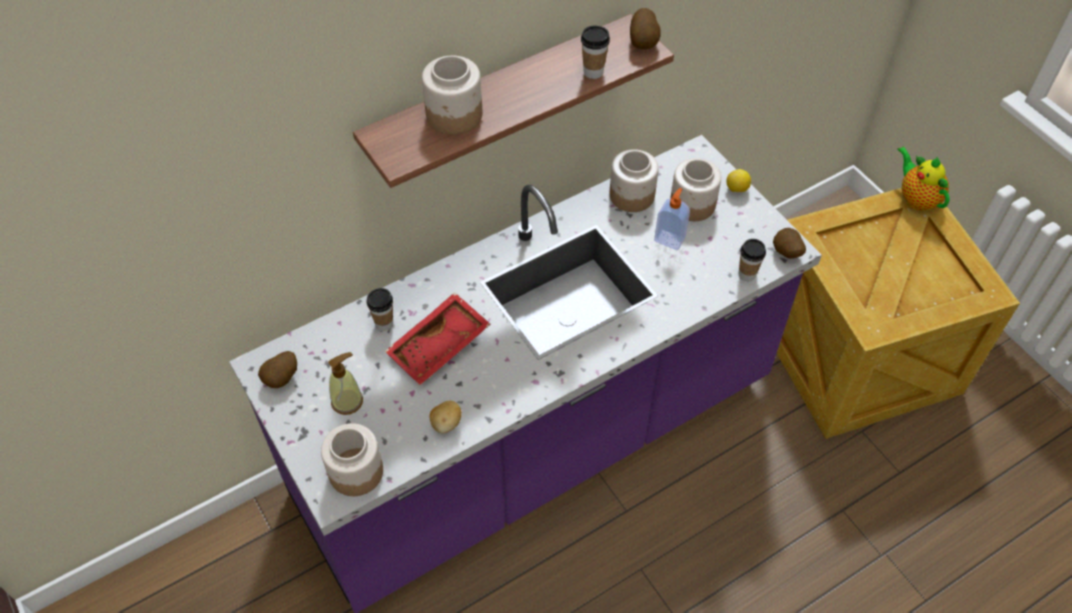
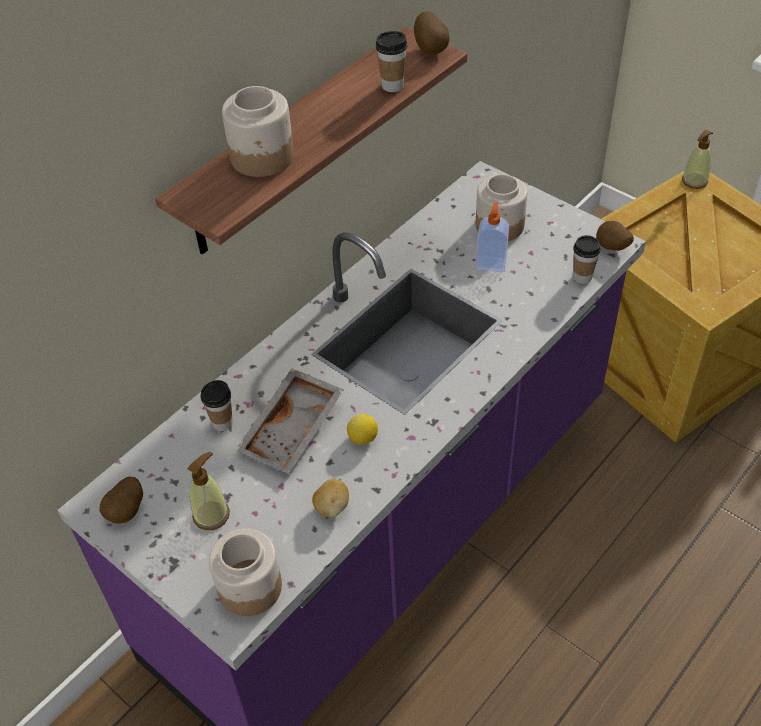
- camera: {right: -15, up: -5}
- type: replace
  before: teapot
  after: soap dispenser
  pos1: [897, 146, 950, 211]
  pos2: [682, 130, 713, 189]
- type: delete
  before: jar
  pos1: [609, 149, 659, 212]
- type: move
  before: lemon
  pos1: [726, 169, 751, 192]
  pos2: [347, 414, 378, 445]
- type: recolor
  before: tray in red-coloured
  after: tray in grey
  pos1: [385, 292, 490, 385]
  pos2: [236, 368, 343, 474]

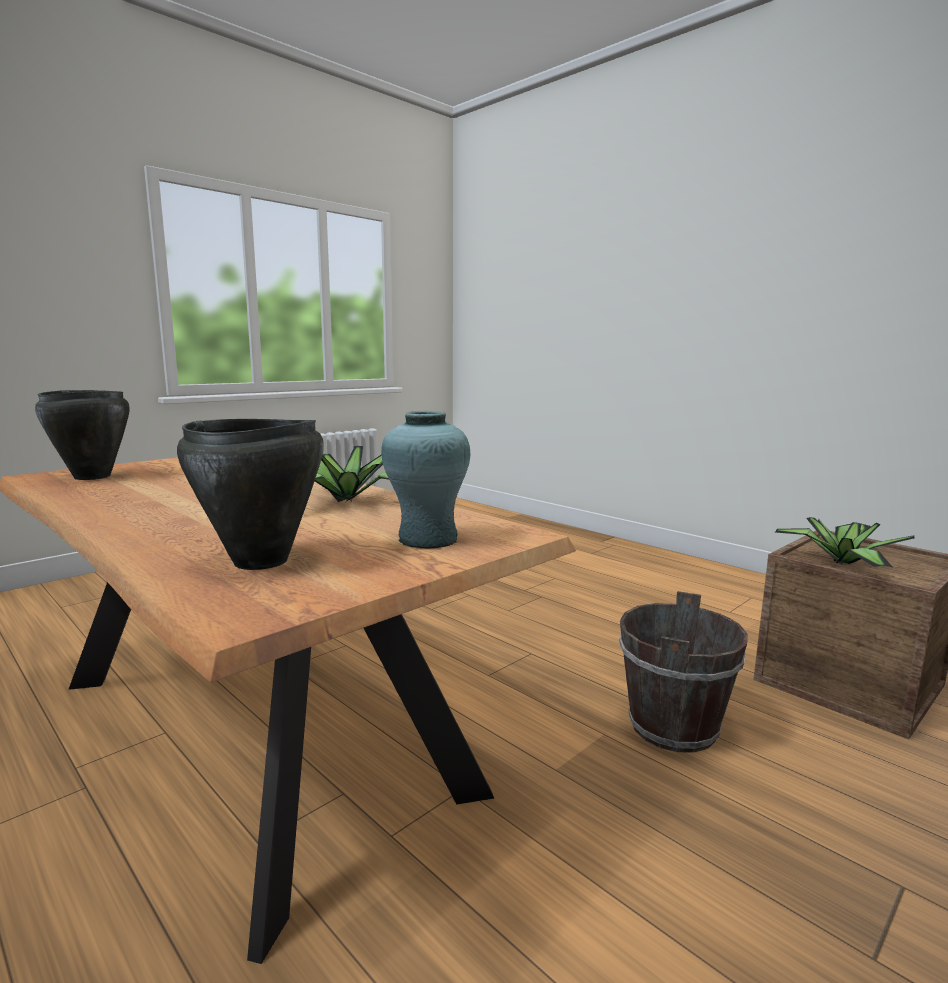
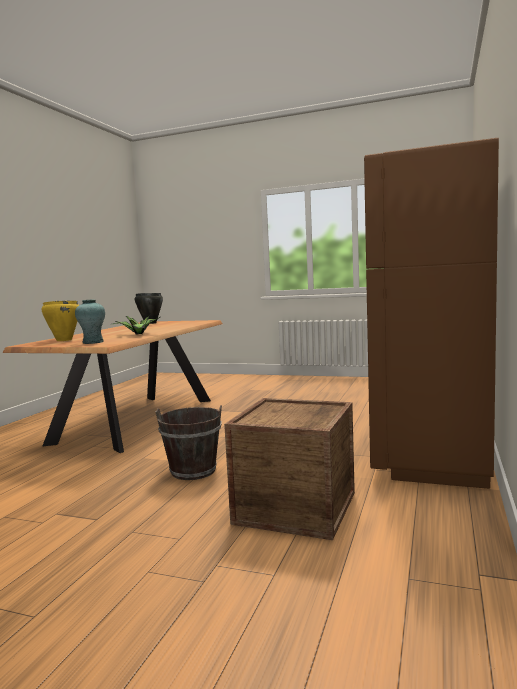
- camera: {right: 65, up: -5}
- type: recolor
  before: stockpot in black-coloured
  after: stockpot in yellowish
  pos1: [177, 419, 324, 570]
  pos2: [42, 301, 79, 341]
- type: delete
  before: houseplant
  pos1: [775, 517, 915, 567]
- type: insert
  after: kitchen fridge in brownish
  pos2: [364, 138, 499, 489]

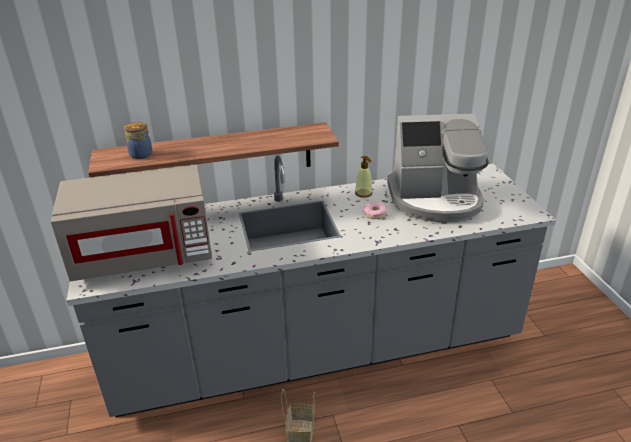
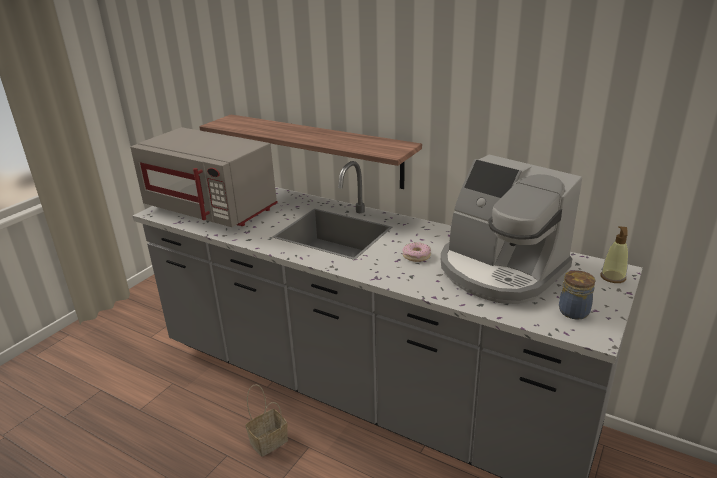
- camera: {right: 45, up: -5}
- type: move
  before: jar
  pos1: [124, 122, 152, 159]
  pos2: [559, 270, 595, 320]
- type: move
  before: soap dispenser
  pos1: [355, 156, 373, 198]
  pos2: [601, 226, 628, 283]

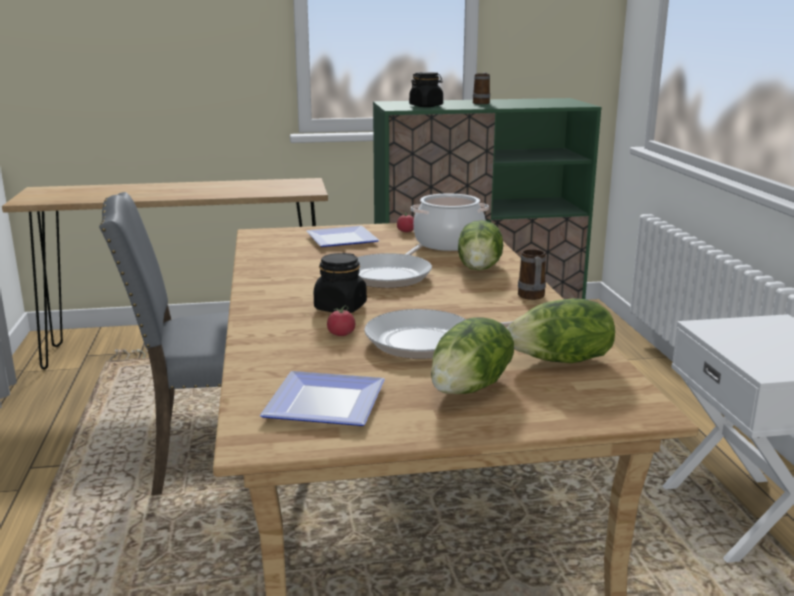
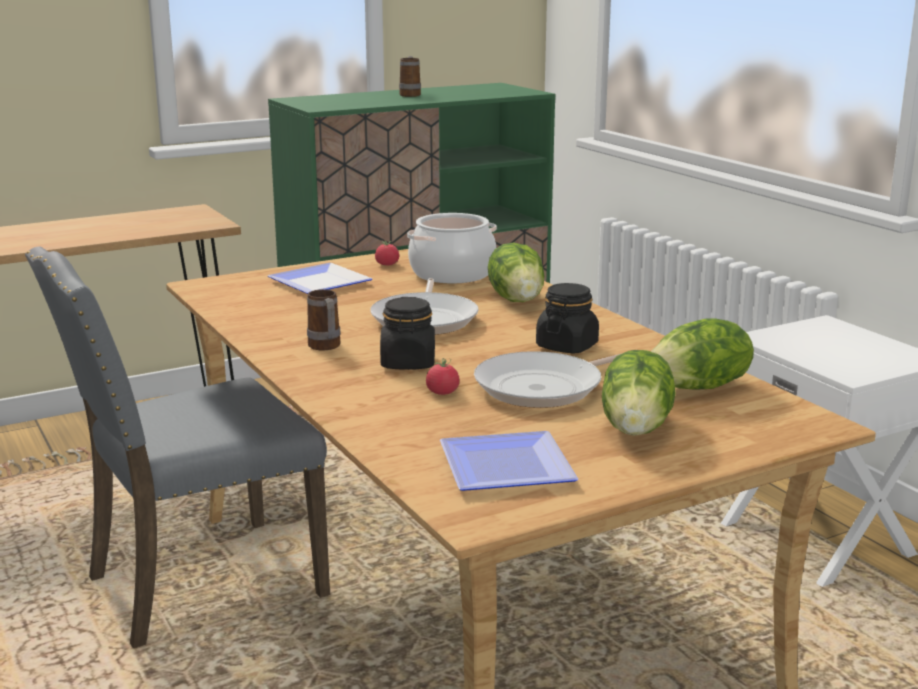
- camera: {right: -20, up: 0}
- type: move
  before: jar in black-coloured
  pos1: [409, 72, 443, 107]
  pos2: [536, 283, 599, 353]
- type: move
  before: tea mug
  pos1: [518, 249, 546, 300]
  pos2: [307, 289, 341, 350]

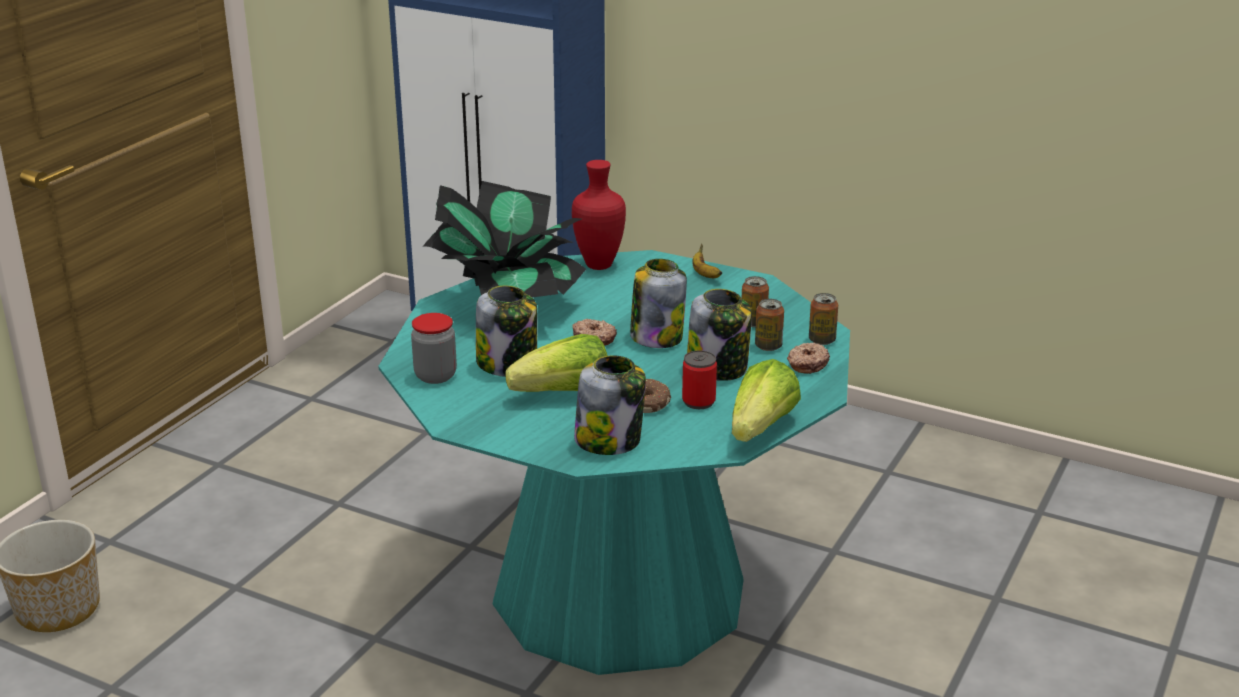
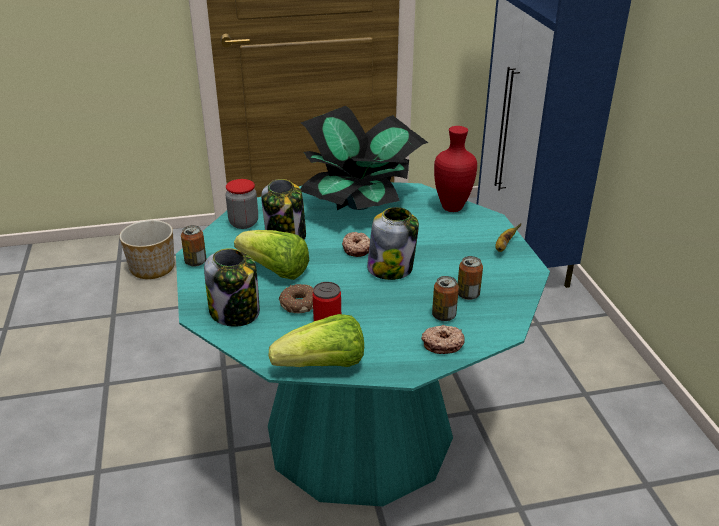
- camera: {right: 50, up: 5}
- type: delete
  before: jar
  pos1: [687, 289, 752, 381]
- type: move
  before: metal can
  pos1: [809, 293, 838, 345]
  pos2: [181, 225, 206, 267]

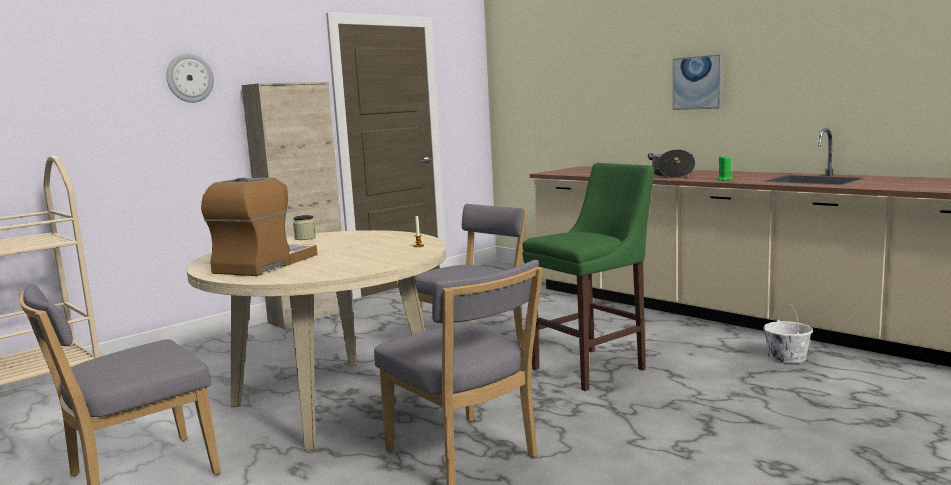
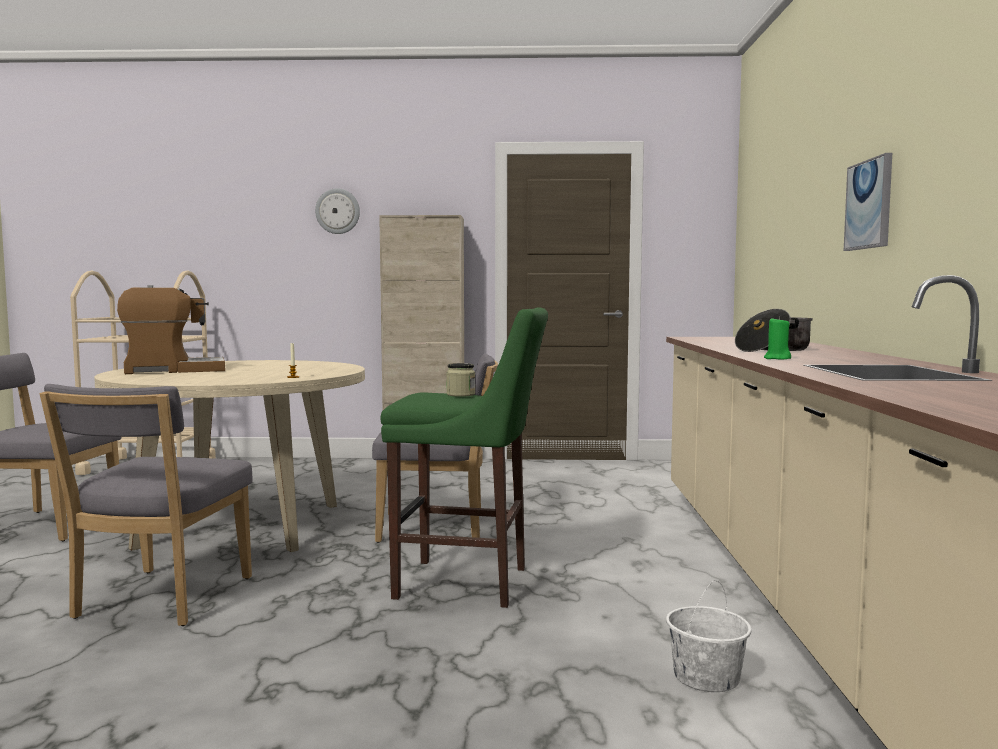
- camera: {right: 45, up: -5}
- type: move
  before: jar
  pos1: [293, 215, 316, 240]
  pos2: [446, 363, 475, 397]

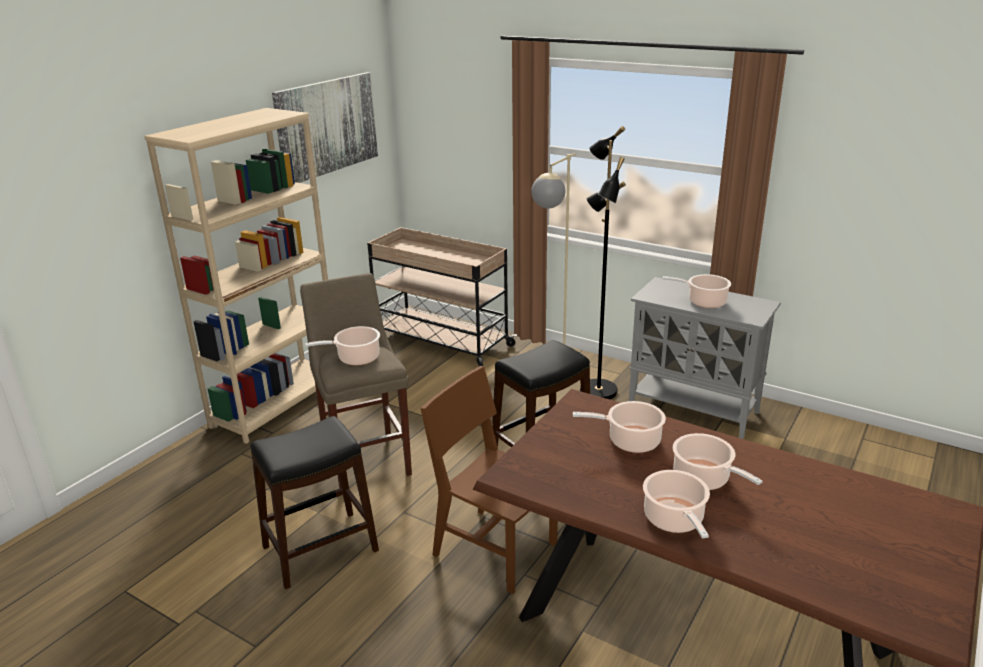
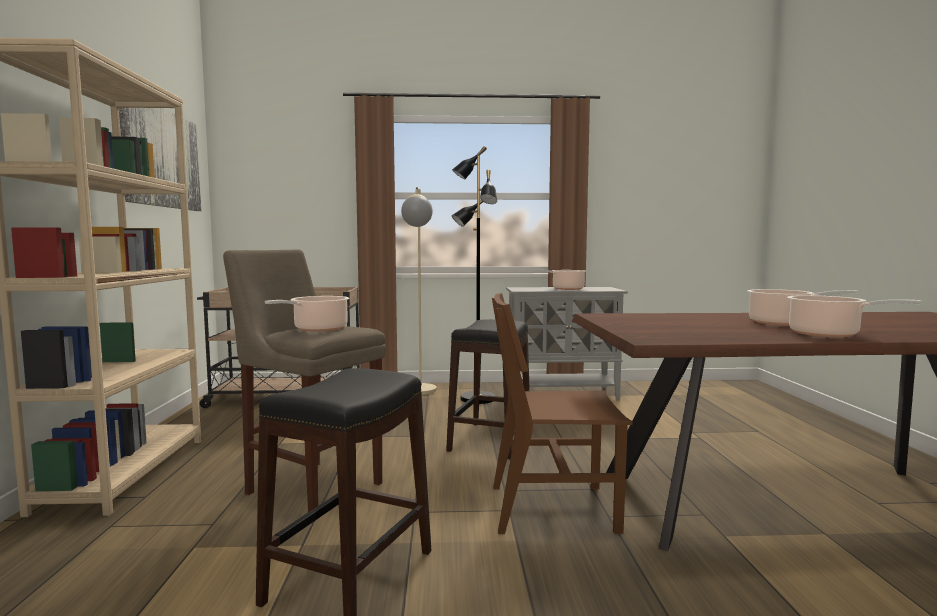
- camera: {right: -35, up: -20}
- type: delete
  before: stockpot
  pos1: [573, 401, 666, 453]

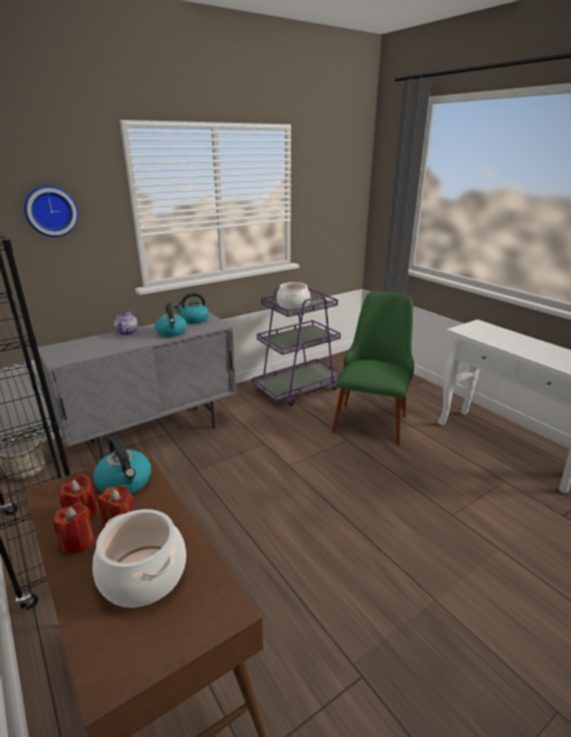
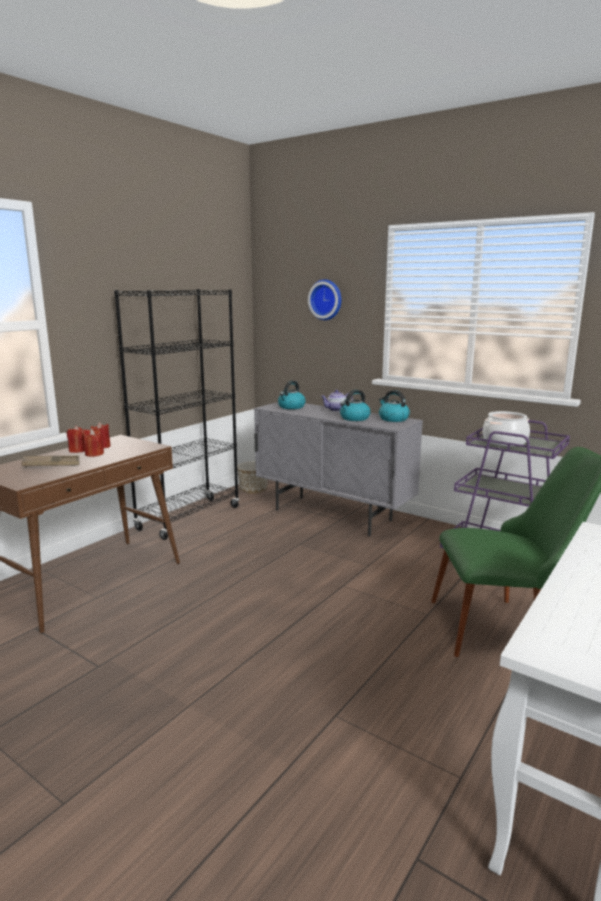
- camera: {right: 70, up: -10}
- type: move
  before: kettle
  pos1: [93, 435, 151, 494]
  pos2: [278, 381, 306, 409]
- type: replace
  before: stockpot
  after: tray in brownish
  pos1: [92, 509, 186, 608]
  pos2: [22, 456, 79, 468]

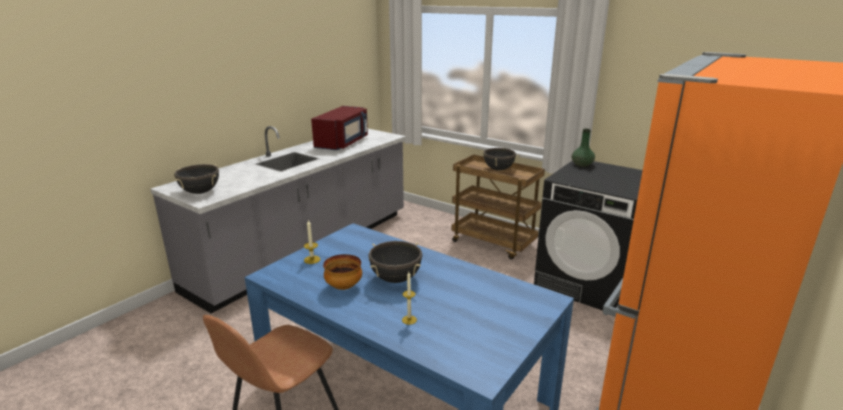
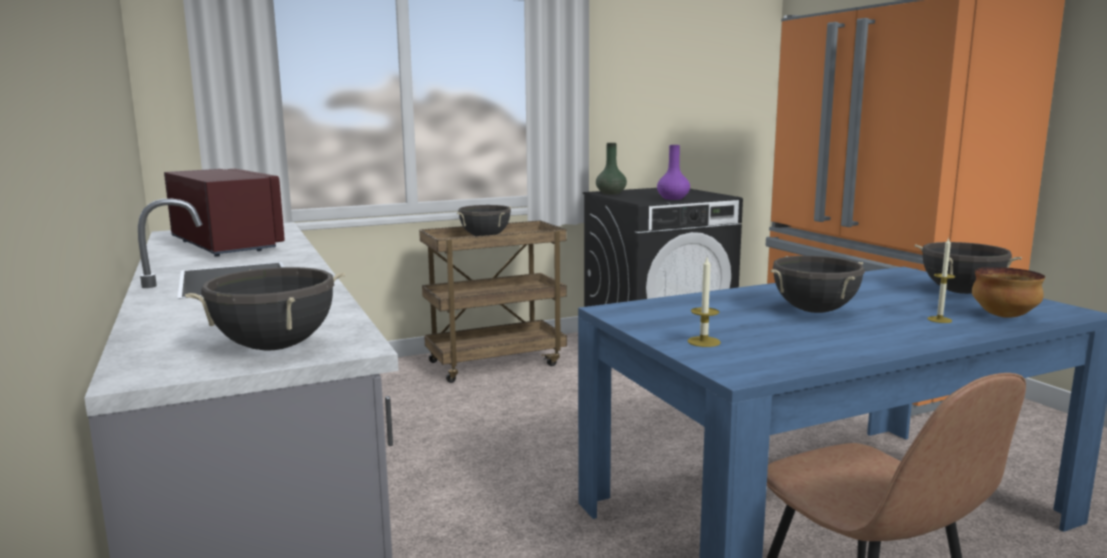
- camera: {right: -60, up: -10}
- type: move
  before: serving bowl
  pos1: [323, 254, 362, 290]
  pos2: [972, 267, 1045, 318]
- type: insert
  after: vase in purple
  pos2: [657, 145, 690, 200]
- type: insert
  after: stockpot in black-coloured
  pos2: [915, 242, 1022, 294]

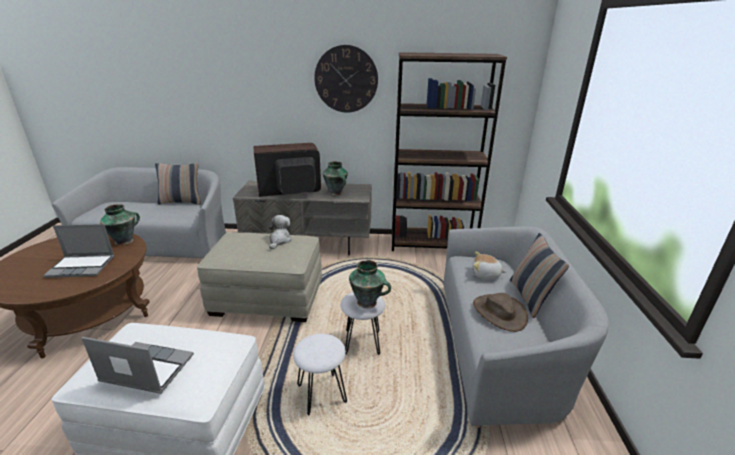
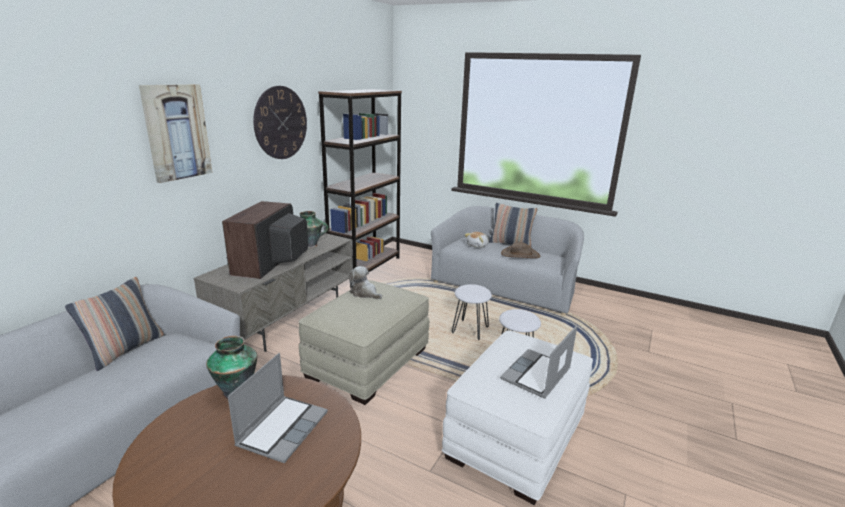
- camera: {right: -65, up: -5}
- type: delete
  before: vase
  pos1: [349, 260, 391, 309]
- type: insert
  after: picture
  pos2: [139, 84, 212, 183]

